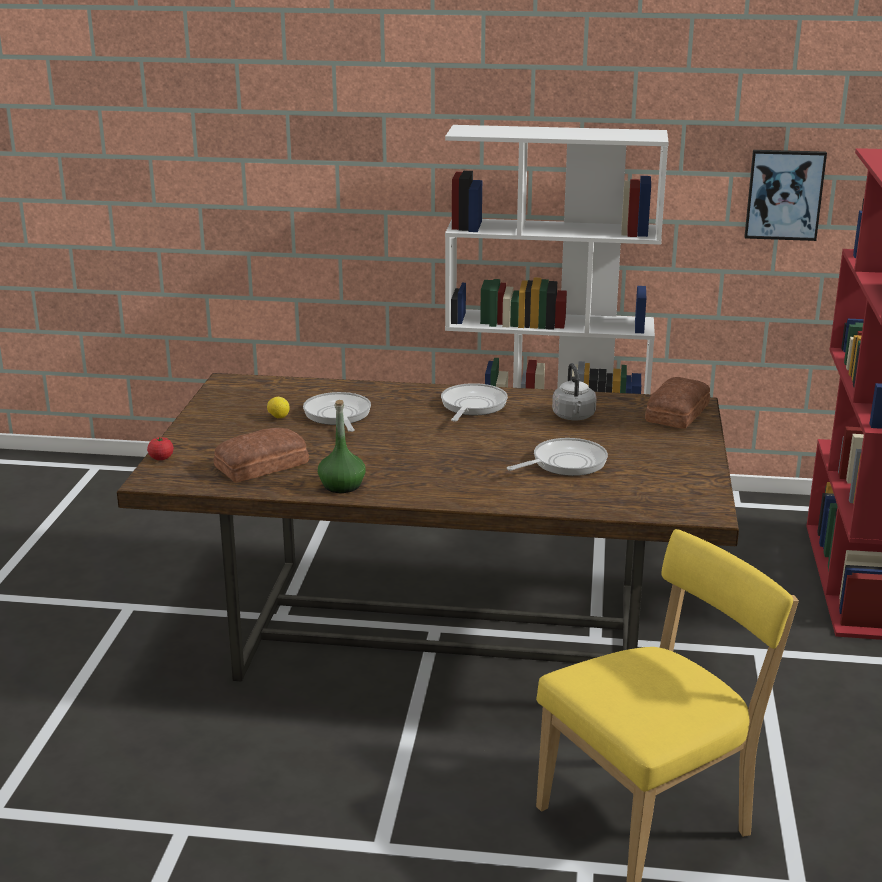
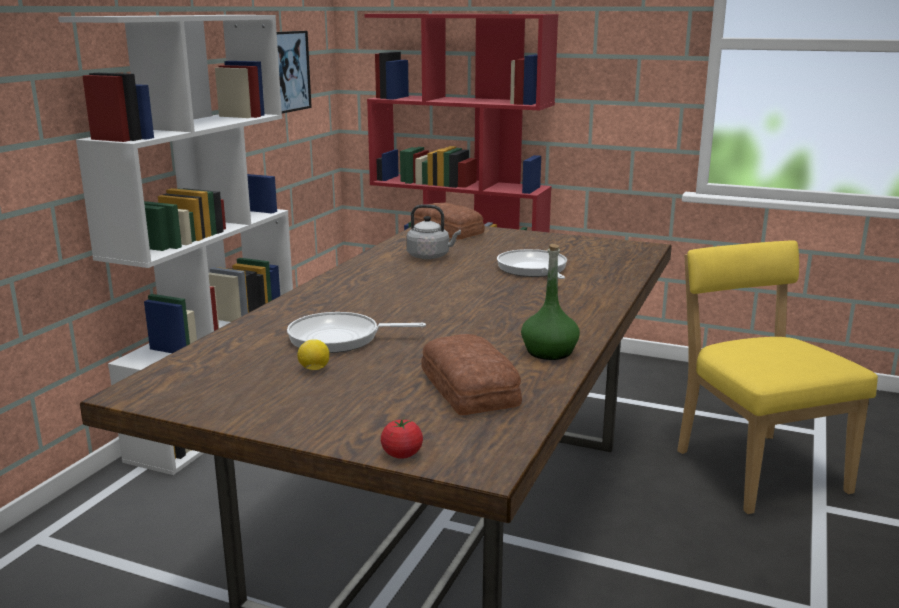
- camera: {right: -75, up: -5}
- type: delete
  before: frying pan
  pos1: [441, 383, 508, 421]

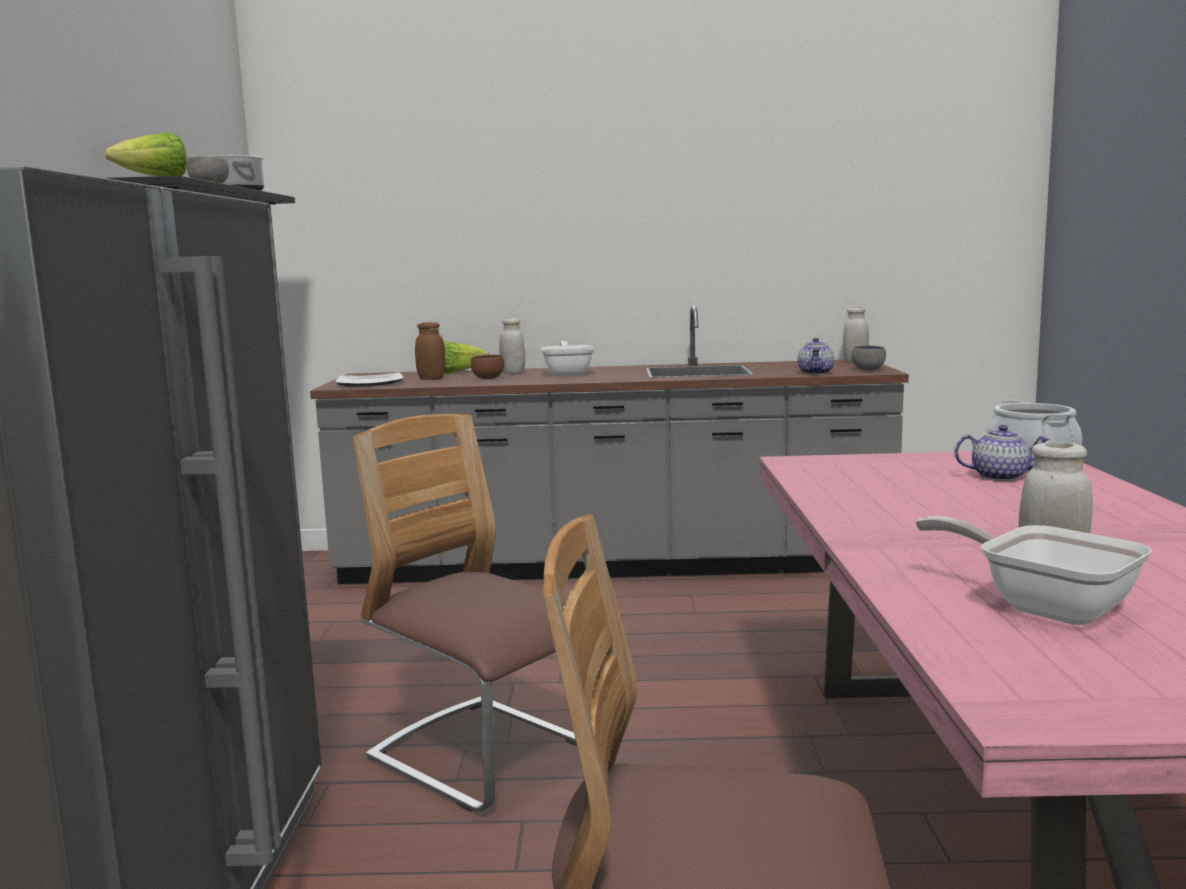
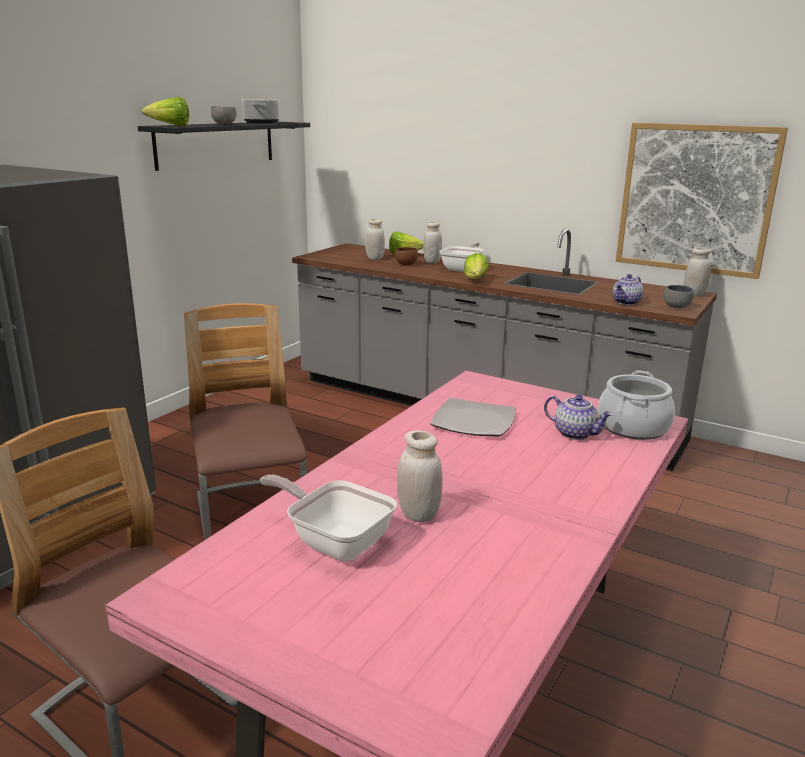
- camera: {right: 30, up: 10}
- type: recolor
  before: jar in brownish
  after: jar in whitish
  pos1: [415, 322, 446, 380]
  pos2: [365, 219, 385, 260]
- type: move
  before: flat dish
  pos1: [336, 373, 403, 387]
  pos2: [430, 398, 516, 437]
- type: rotate
  before: frying pan
  pos1: [916, 516, 1152, 625]
  pos2: [260, 475, 397, 562]
  turn: -45
- type: insert
  after: picture
  pos2: [616, 123, 788, 279]
- type: insert
  after: lettuce head
  pos2: [464, 253, 489, 279]

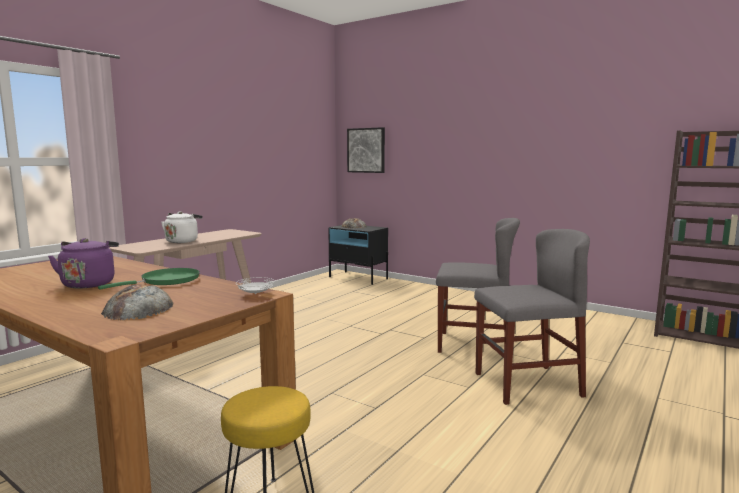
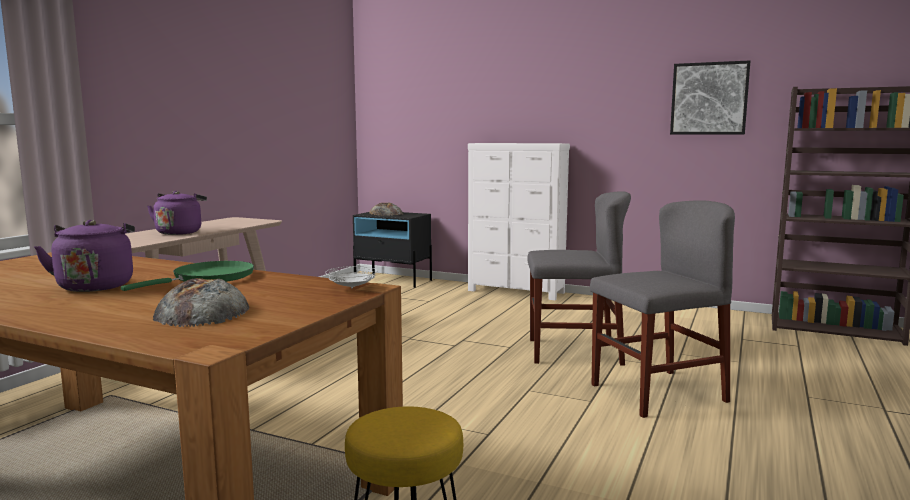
- camera: {right: -10, up: 0}
- type: move
  before: picture
  pos1: [347, 127, 385, 173]
  pos2: [670, 60, 750, 134]
- type: recolor
  before: kettle in whitish
  after: kettle in purple
  pos1: [161, 211, 203, 243]
  pos2: [147, 191, 207, 235]
- type: insert
  after: drawer chest in whitish
  pos2: [468, 143, 570, 300]

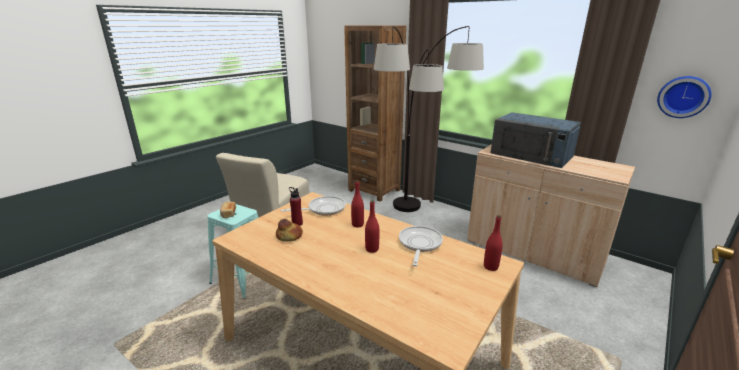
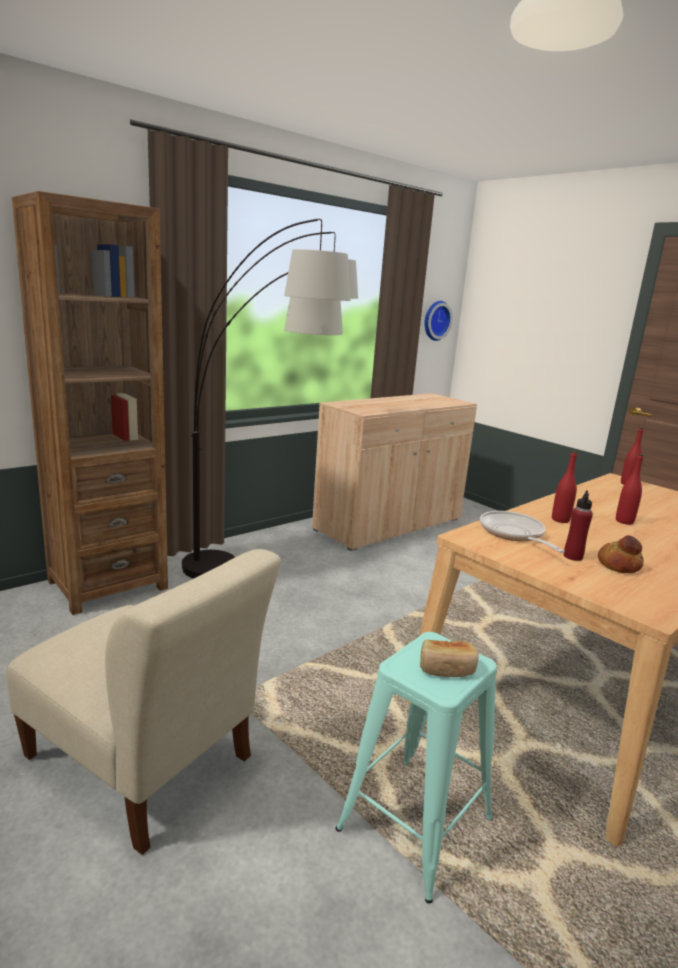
- camera: {right: -80, up: -5}
- type: delete
  before: kitchen microwave in blue-coloured
  pos1: [491, 112, 581, 168]
- type: delete
  before: frying pan
  pos1: [399, 226, 443, 266]

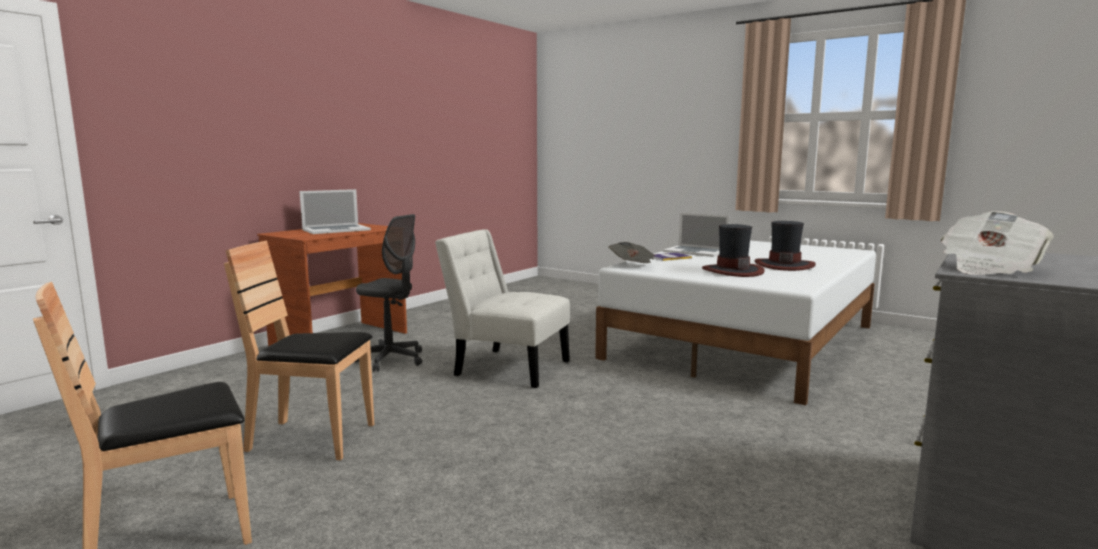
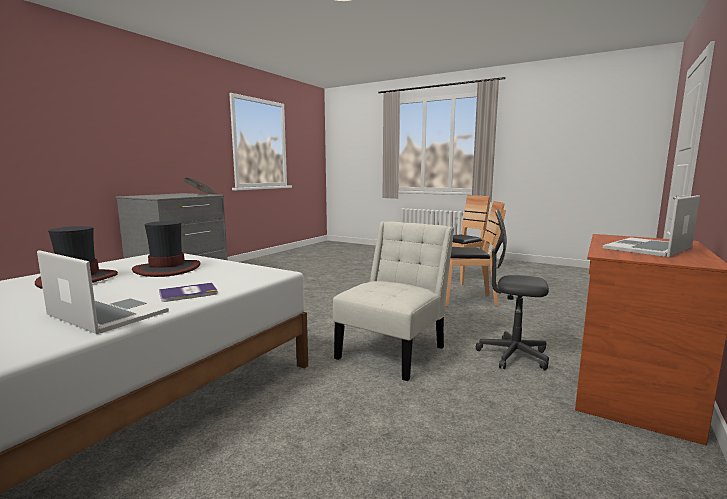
- camera: {right: 175, up: 0}
- type: rotate
  before: chair in whitish
  pos1: [435, 229, 570, 388]
  pos2: [333, 221, 454, 381]
  turn: -75
- type: delete
  before: printed paper
  pos1: [608, 242, 654, 263]

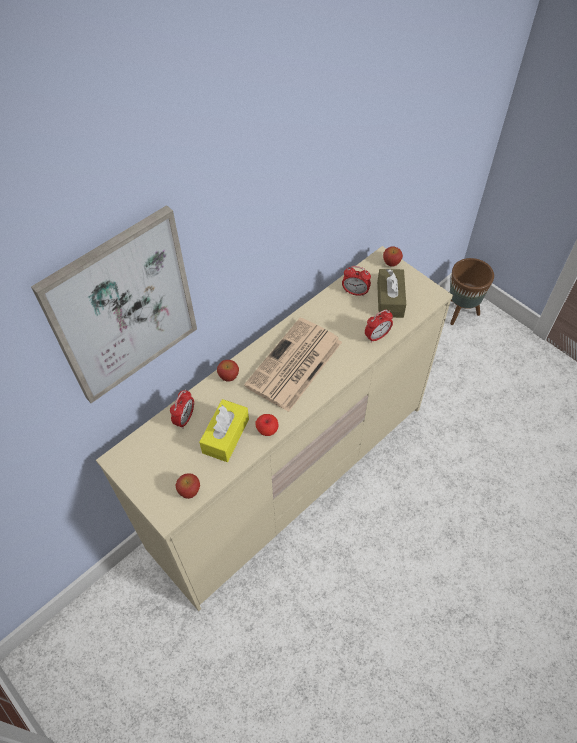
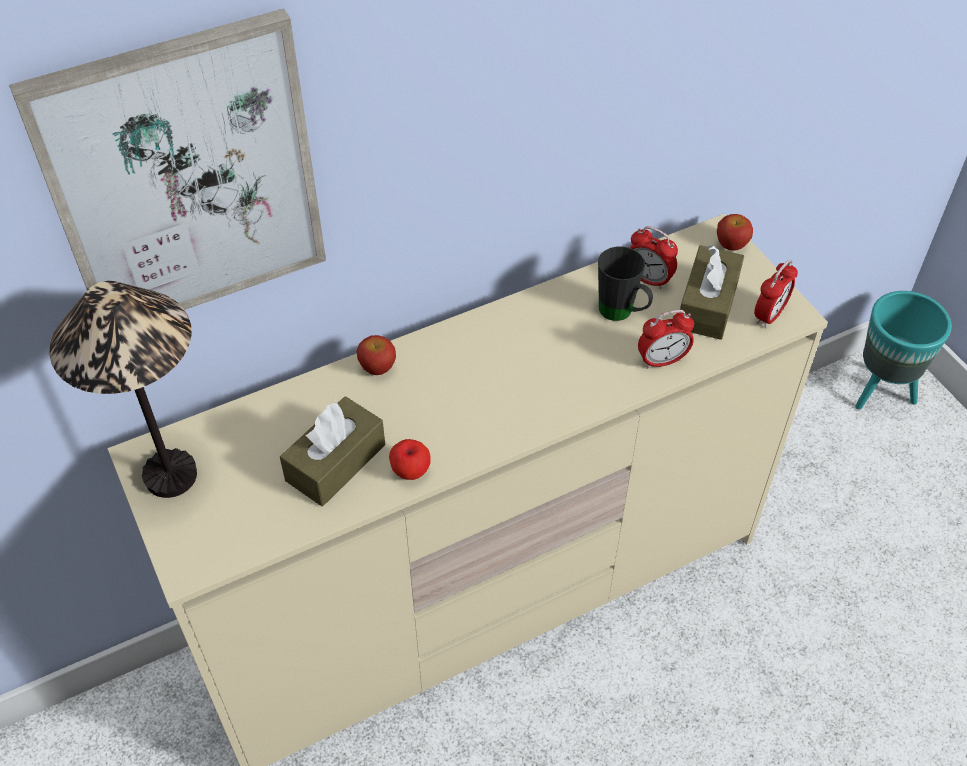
- camera: {right: 15, up: -5}
- type: recolor
  before: flower pot in brownish
  after: flower pot in turquoise
  pos1: [450, 258, 494, 325]
  pos2: [855, 291, 952, 409]
- type: delete
  before: printed paper
  pos1: [244, 318, 342, 412]
- type: move
  before: table clock
  pos1: [170, 389, 194, 428]
  pos2: [754, 260, 798, 328]
- type: recolor
  before: box of tissues in yellowish
  after: box of tissues in brownish
  pos1: [199, 399, 249, 462]
  pos2: [280, 396, 385, 506]
- type: delete
  before: apple
  pos1: [175, 473, 200, 499]
- type: insert
  after: tea mug in black-coloured
  pos2: [598, 247, 653, 321]
- type: insert
  after: lamp for a table
  pos2: [49, 281, 197, 498]

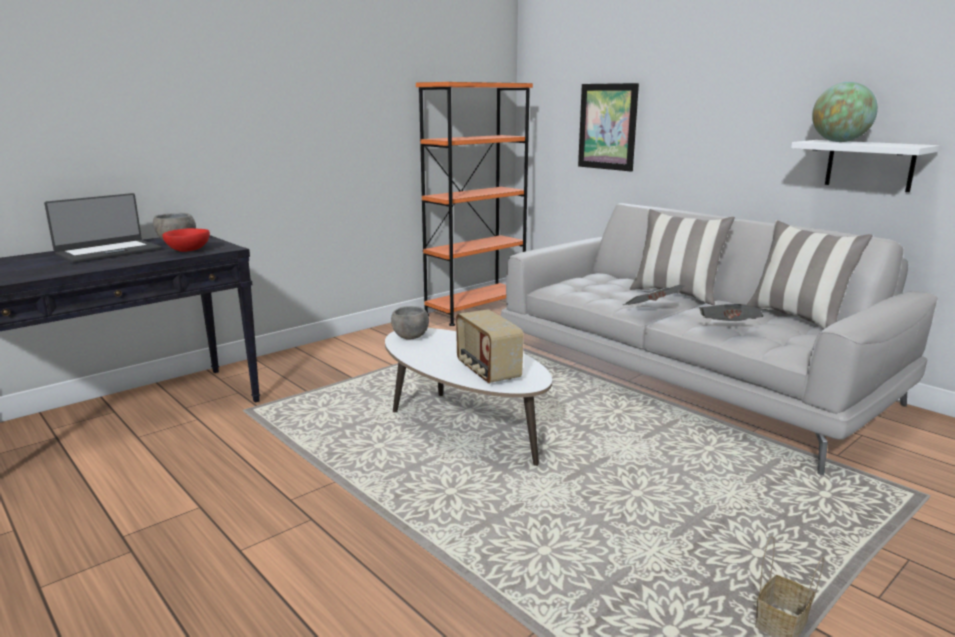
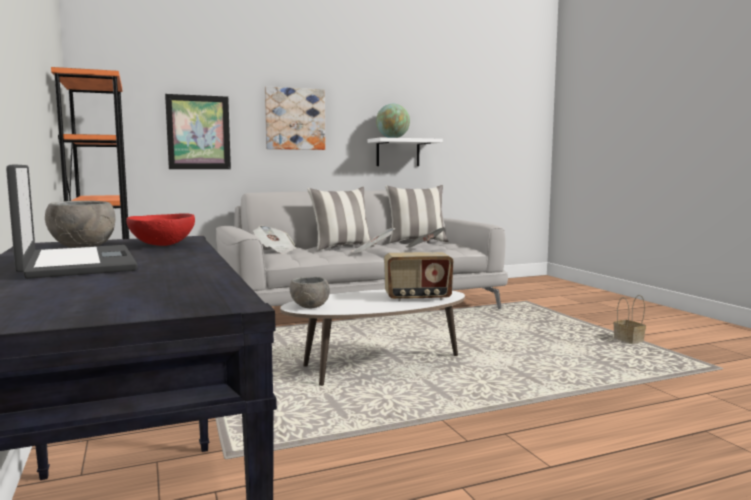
- camera: {right: -70, up: -10}
- type: insert
  after: picture
  pos2: [265, 87, 325, 150]
- type: insert
  after: printed paper
  pos2: [253, 225, 297, 254]

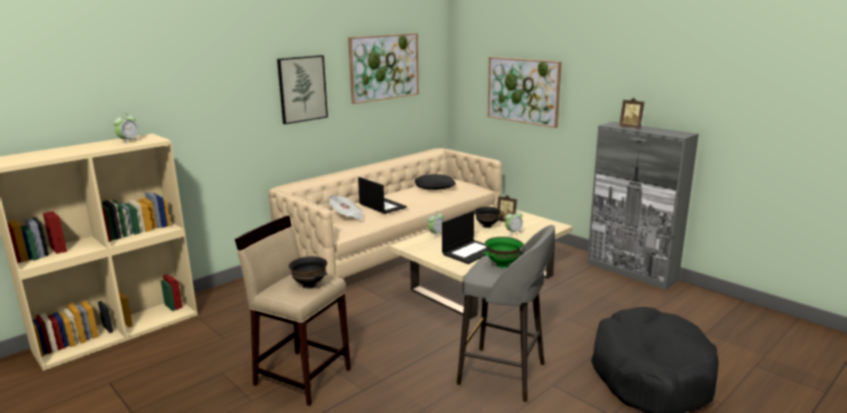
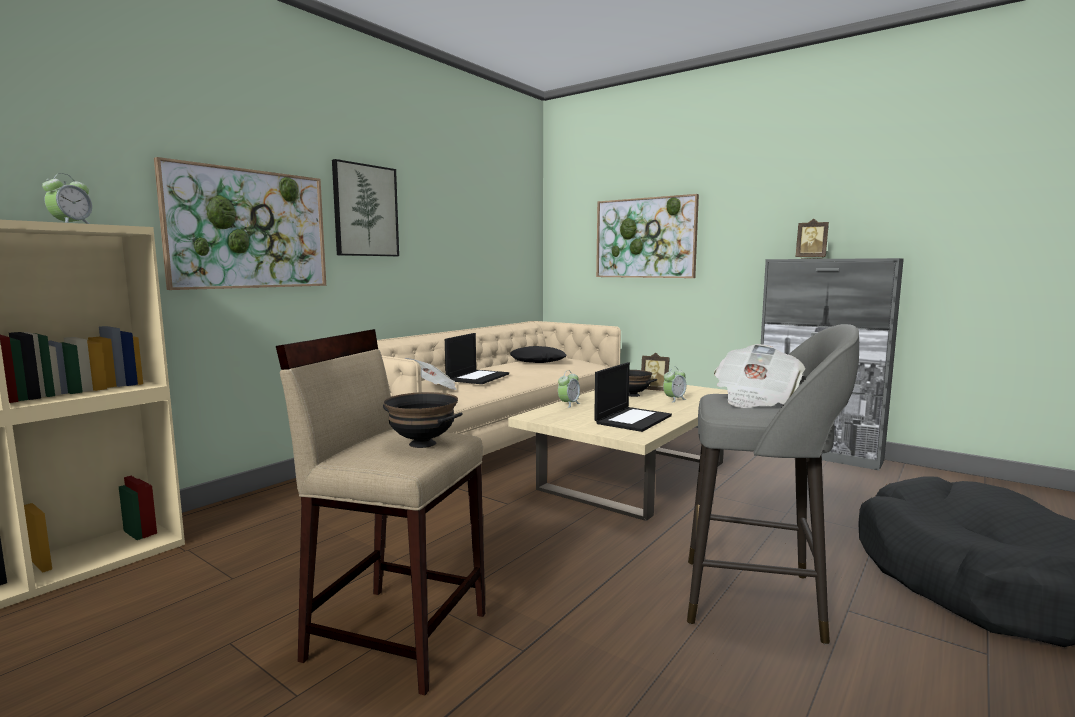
- camera: {right: -10, up: -10}
- type: move
  before: picture
  pos1: [348, 33, 419, 104]
  pos2: [154, 157, 326, 290]
- type: rotate
  before: notebook computer
  pos1: [358, 177, 407, 214]
  pos2: [445, 333, 509, 384]
  turn: 75
- type: replace
  before: serving bowl in green-coloured
  after: printed paper
  pos1: [483, 237, 524, 268]
  pos2: [714, 344, 805, 408]

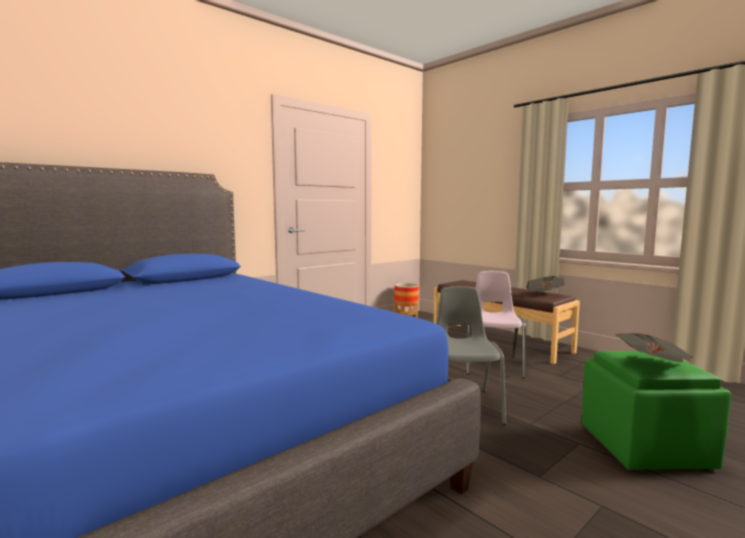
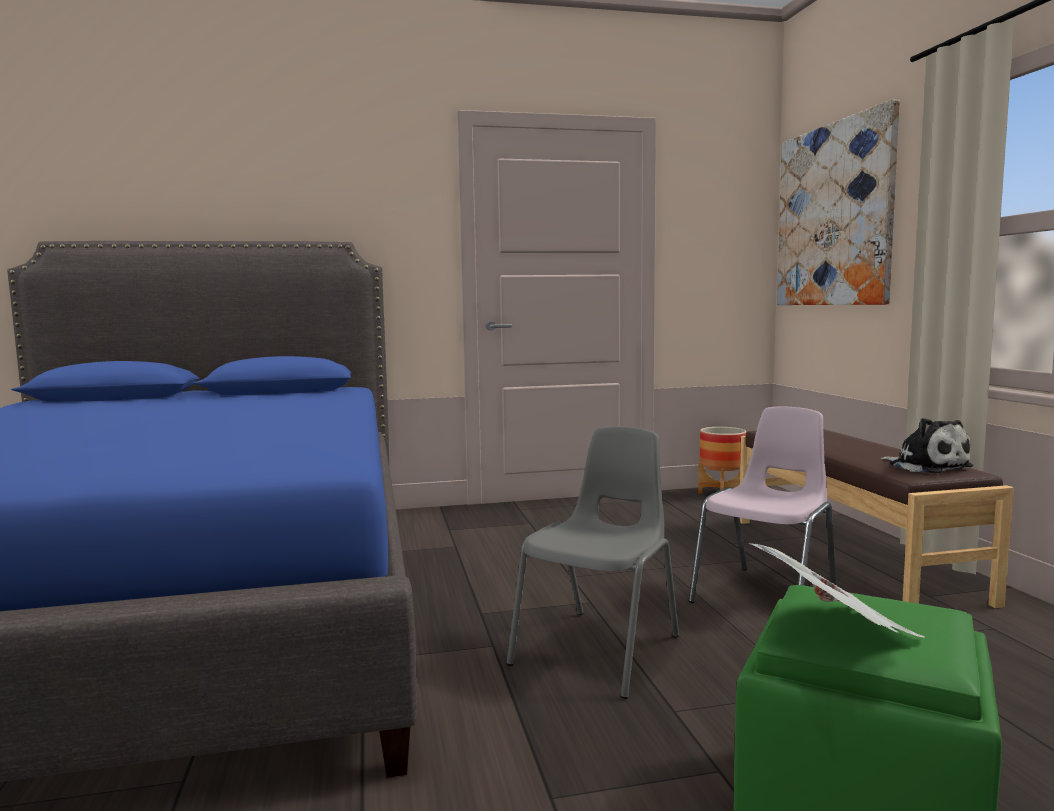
- camera: {right: 30, up: 0}
- type: replace
  before: printed paper
  after: soft toy
  pos1: [526, 276, 565, 292]
  pos2: [881, 418, 973, 474]
- type: insert
  after: picture
  pos2: [777, 99, 899, 305]

